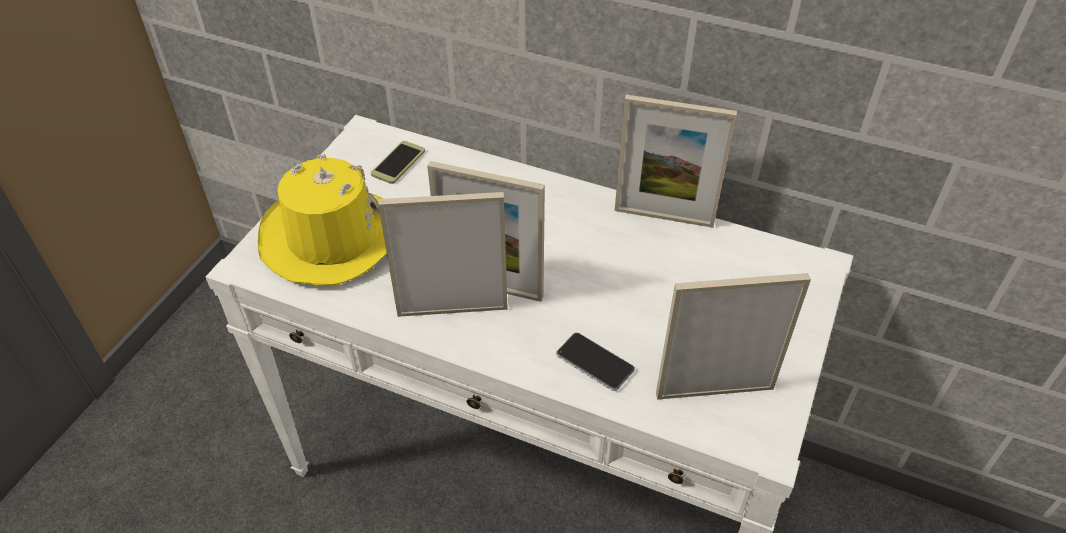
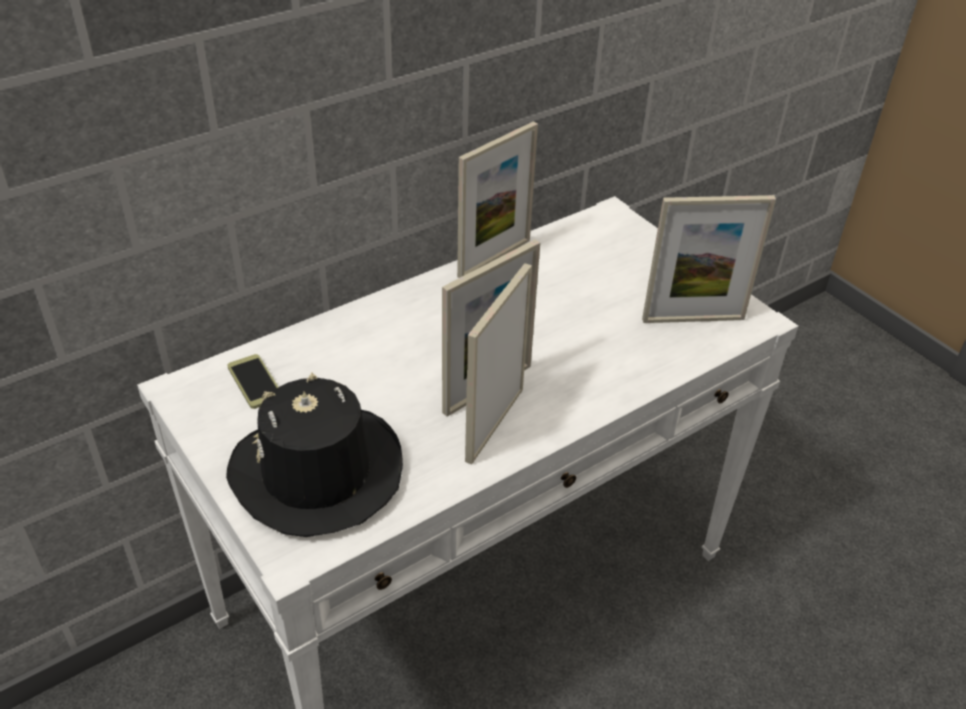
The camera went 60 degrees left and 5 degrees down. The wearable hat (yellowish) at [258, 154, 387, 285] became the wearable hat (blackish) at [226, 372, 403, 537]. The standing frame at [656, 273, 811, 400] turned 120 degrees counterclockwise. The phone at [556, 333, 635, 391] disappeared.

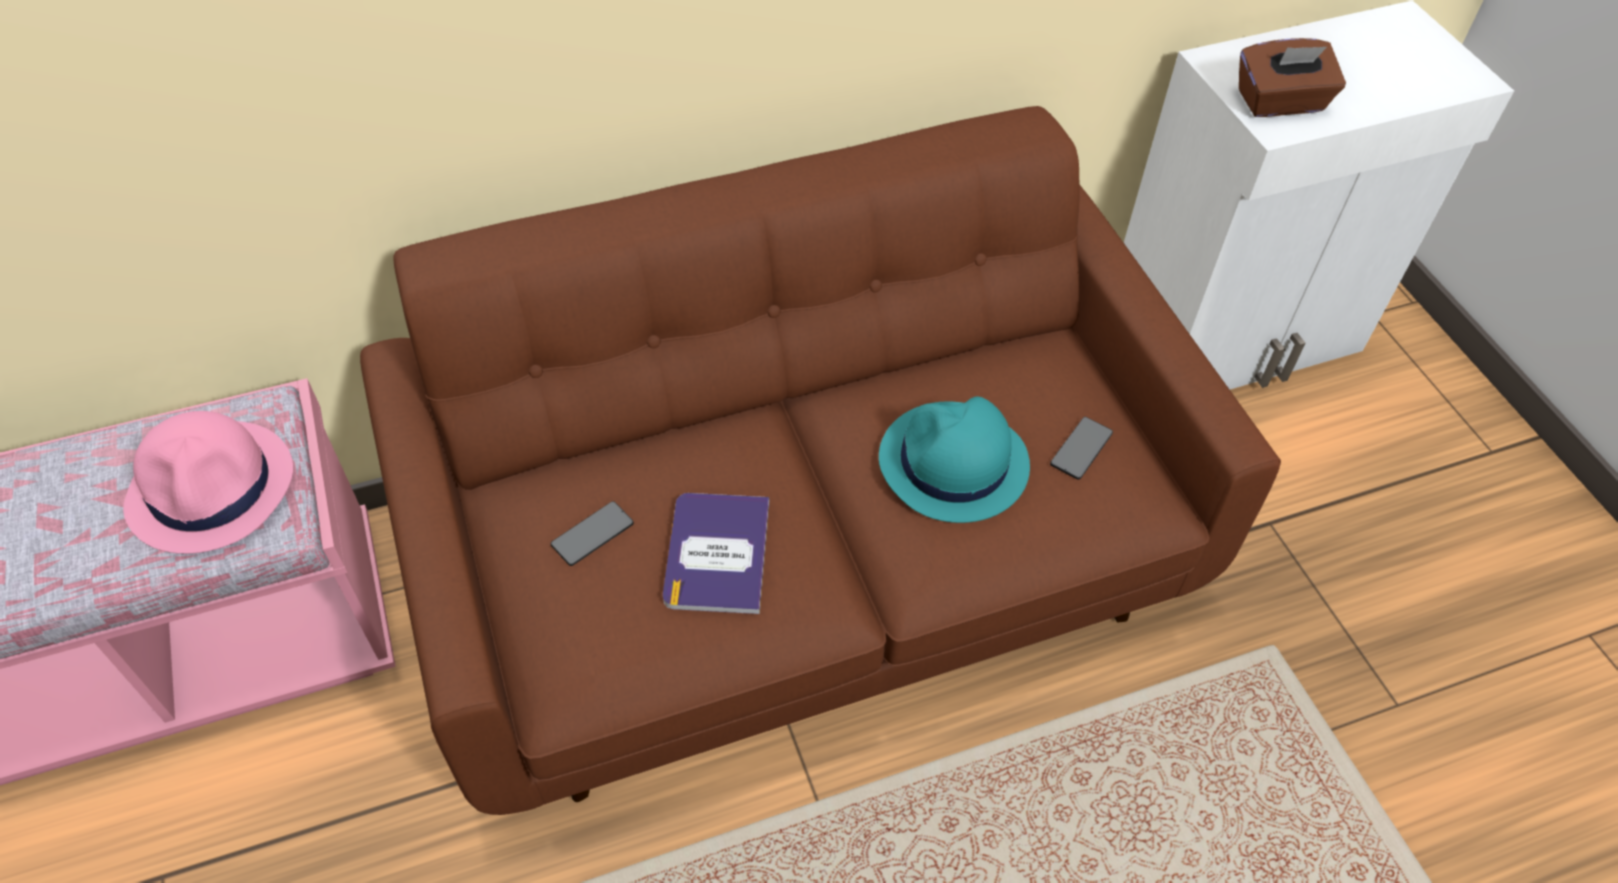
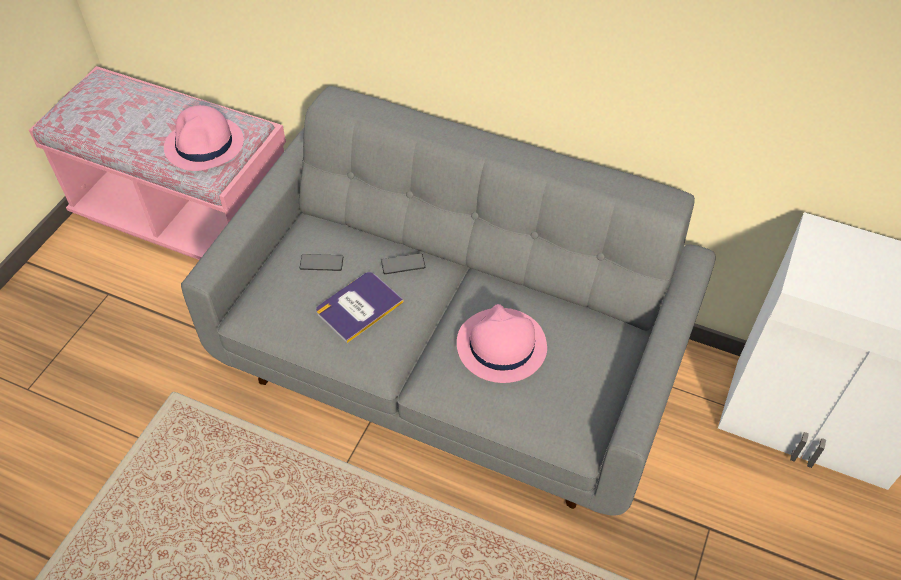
The camera went 45 degrees right and 0 degrees up. The couch (brown) at [360, 106, 1281, 815] became the couch (grey) at [181, 86, 716, 515]. The phone moved from [1050, 417, 1113, 480] to [381, 253, 425, 274]. The wearable hat (turquoise-coloured) at [879, 396, 1030, 523] became the wearable hat (pinkish) at [457, 304, 547, 383]. The box of tissues (brown) at [1239, 38, 1346, 117] disappeared.

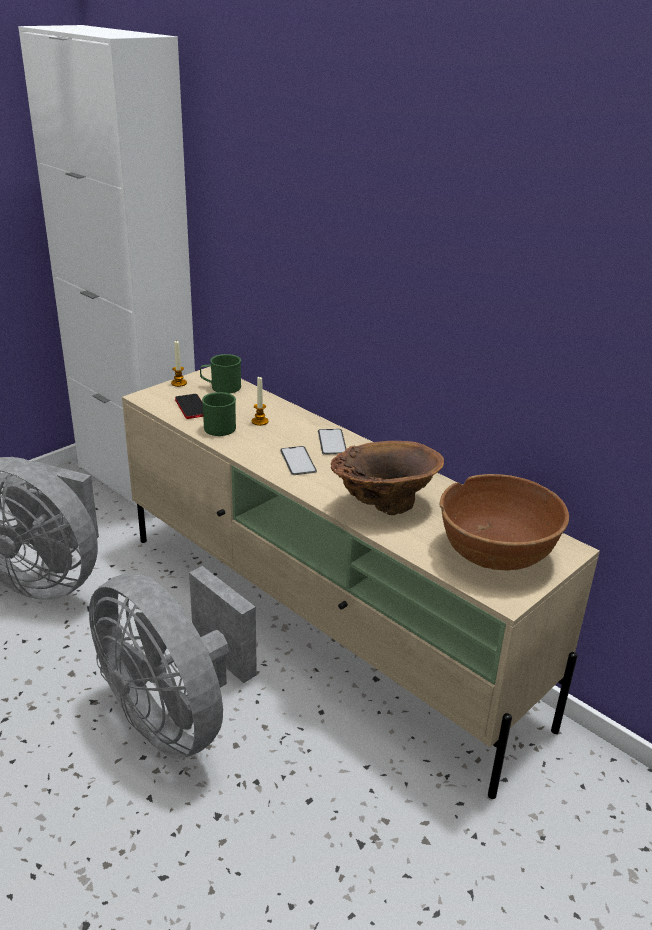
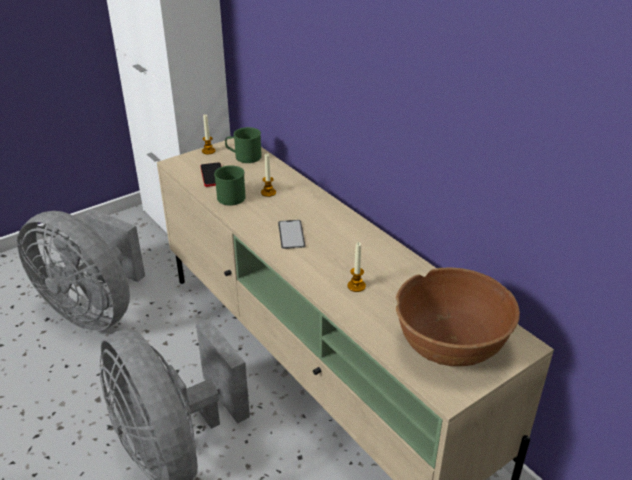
The camera went 10 degrees right and 5 degrees up. The vase (brown) at [331, 441, 444, 515] was replaced by the wax light at [347, 242, 366, 292]. The phone at [318, 429, 347, 455] disappeared.

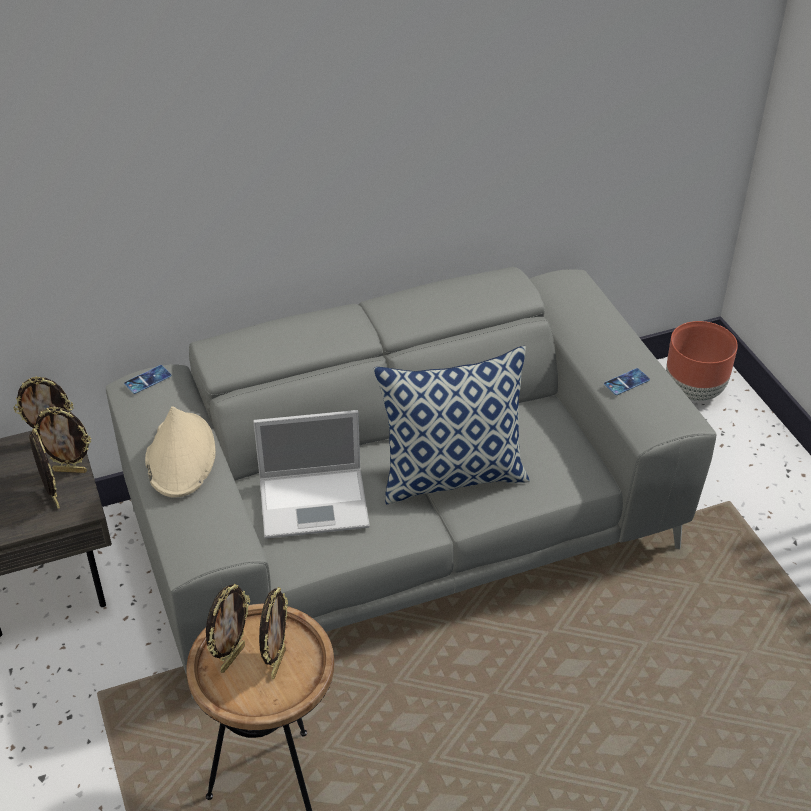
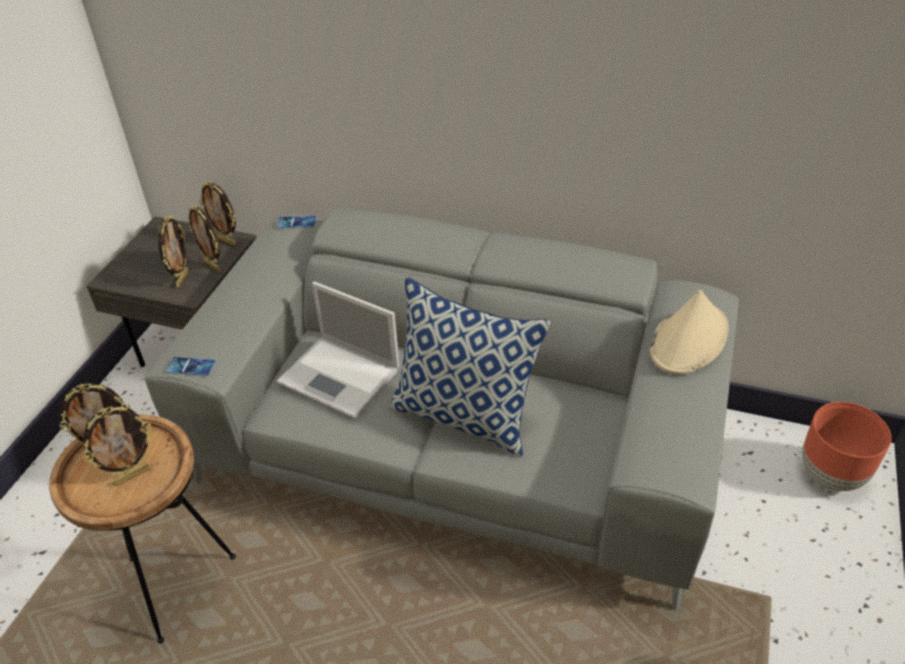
The camera went 40 degrees right and 0 degrees up. The phone moved from [604, 368, 650, 395] to [166, 357, 216, 376]. The wearable hat (sand-coloured) moved from [145, 406, 216, 498] to [650, 290, 729, 375].

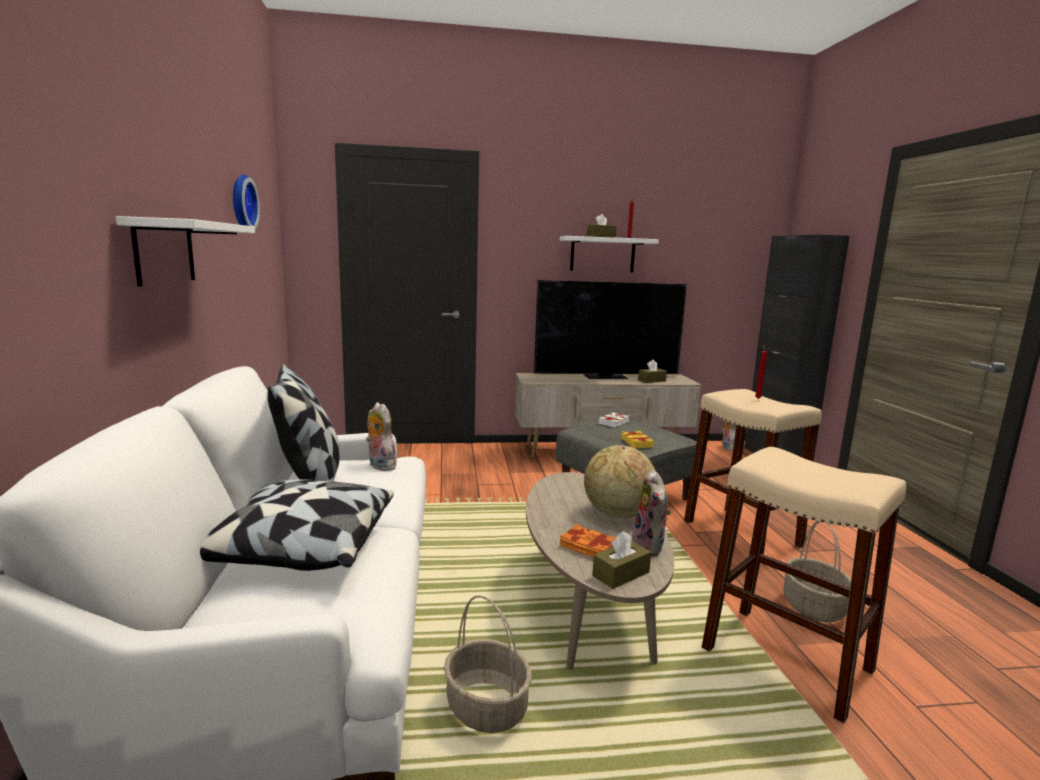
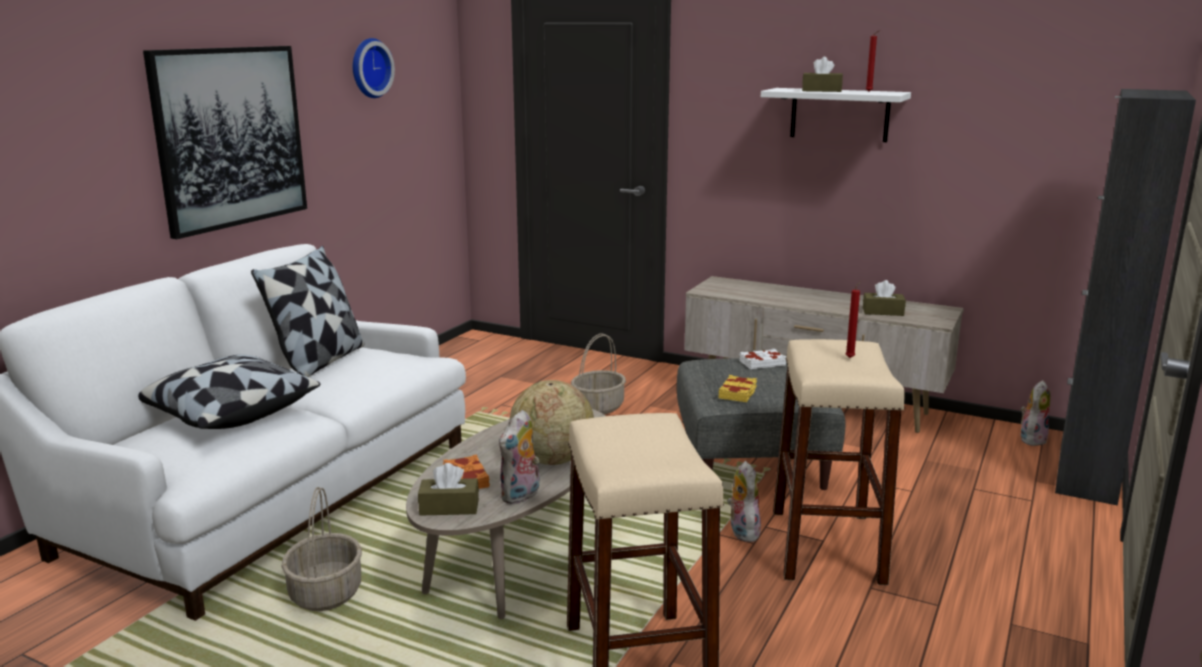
The camera went 35 degrees right and 5 degrees up. The bracket shelf (whitish) at [116, 216, 255, 286] was replaced by the wall picture at [143, 46, 307, 239]. The household basket moved from [783, 521, 851, 622] to [571, 334, 626, 414]. The cuddly toy moved from [366, 402, 397, 471] to [727, 461, 761, 542]. The television at [534, 280, 687, 379] disappeared.

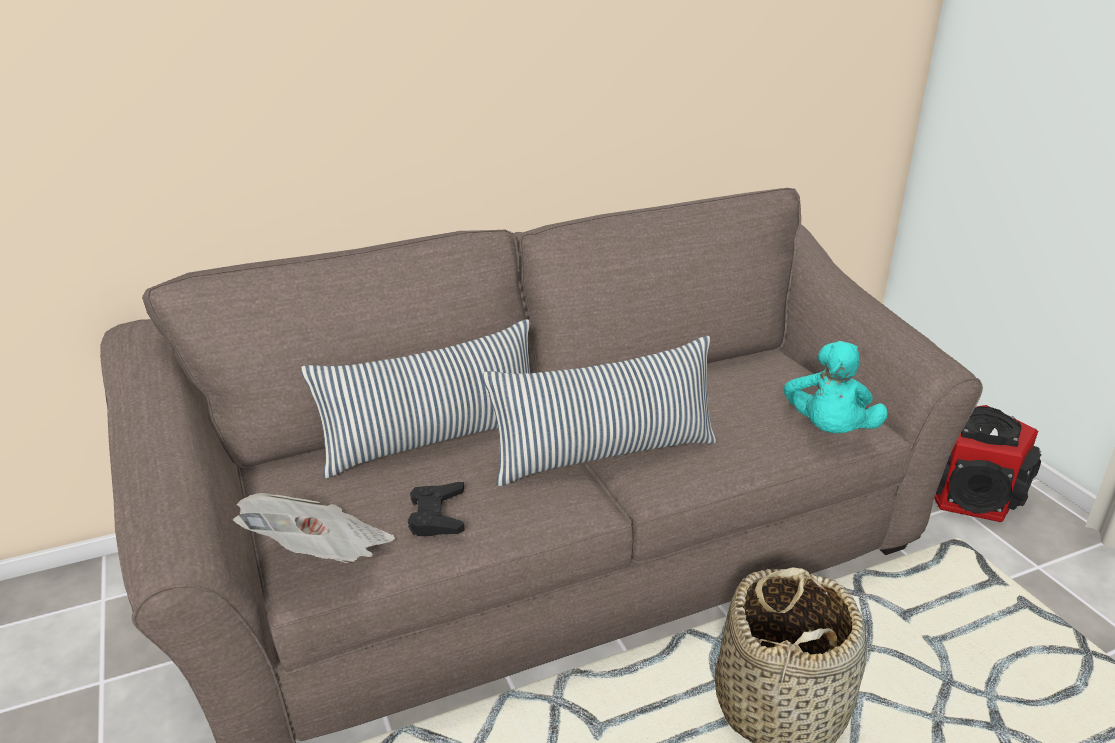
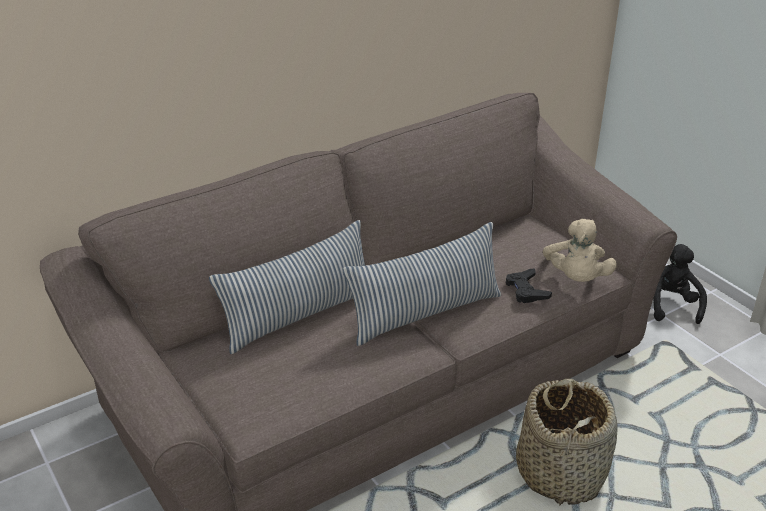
The camera went 10 degrees left and 5 degrees up. The joypad (blackish) moved from [408, 482, 465, 536] to [506, 268, 552, 303]. The cuddly toy (turquoise-coloured) at [784, 341, 888, 433] became the cuddly toy (sand-coloured) at [543, 219, 617, 282]. The audio speaker at [934, 405, 1042, 522] was replaced by the cuddly toy (blackish) at [653, 244, 707, 324]. The daily paper at [233, 493, 395, 563] disappeared.

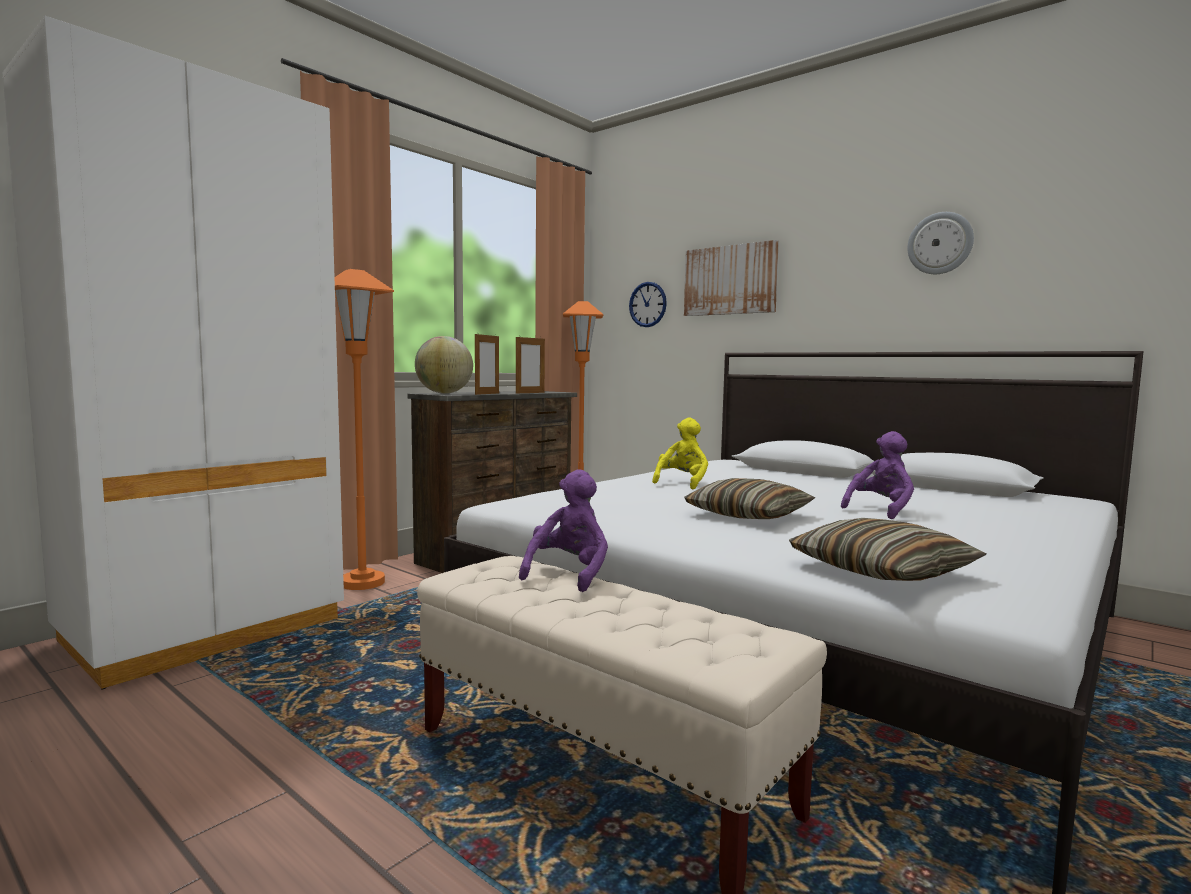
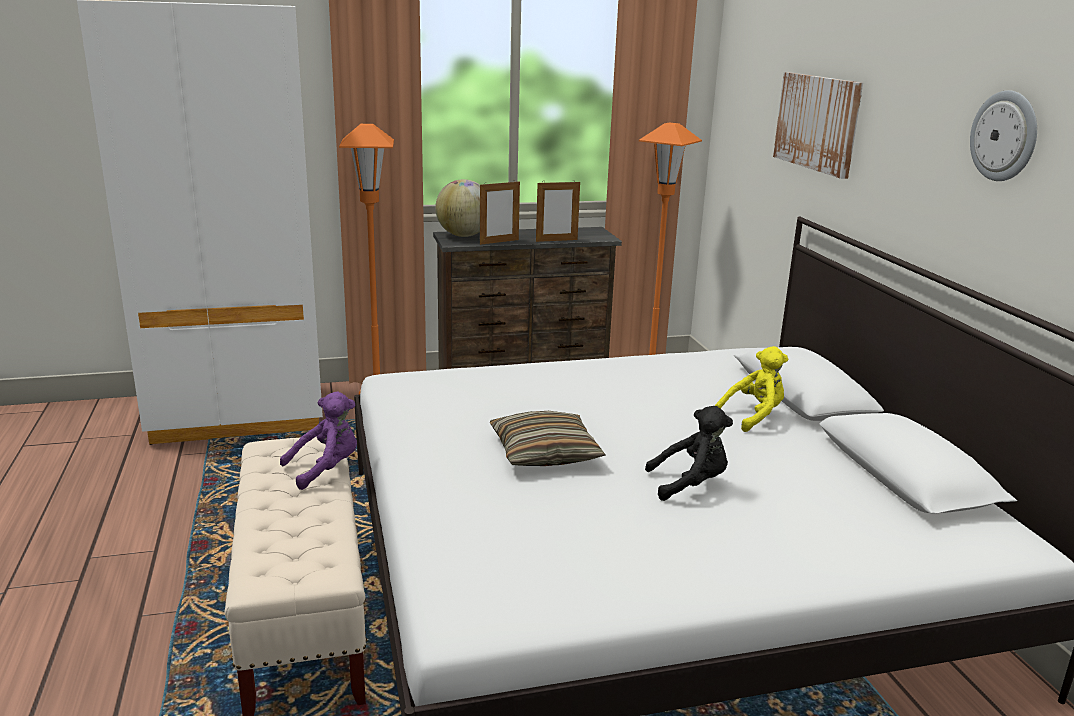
The camera went 35 degrees right and 15 degrees up. The cuddly toy (purple) at [841, 431, 914, 519] became the cuddly toy (blackish) at [645, 406, 733, 501]. The cuddly toy (yellowish) moved from [652, 418, 708, 489] to [715, 346, 788, 432]. The hanging clock at [629, 282, 667, 327] disappeared. The throw pillow at [789, 518, 986, 581] disappeared.

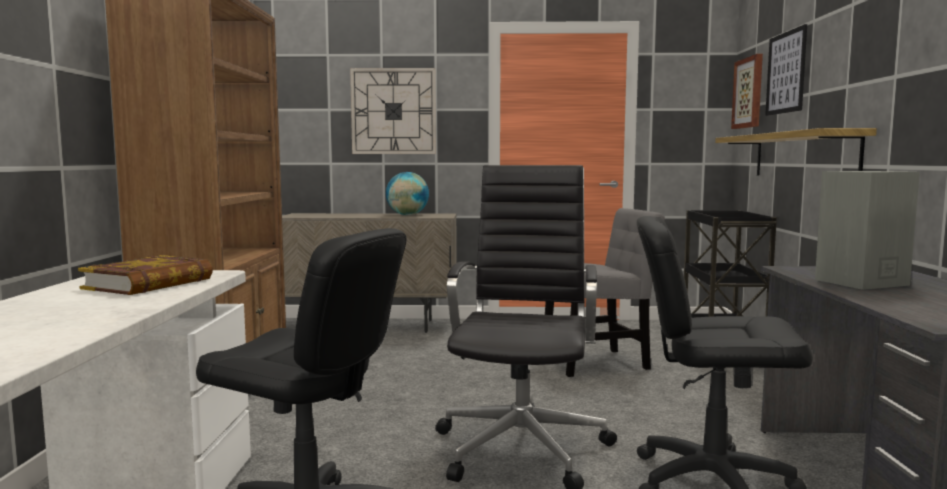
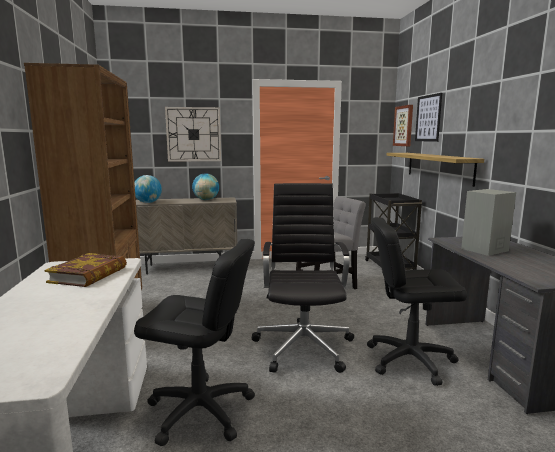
The camera went 10 degrees left and 5 degrees up. The globe at [134, 175, 162, 203] appeared.

